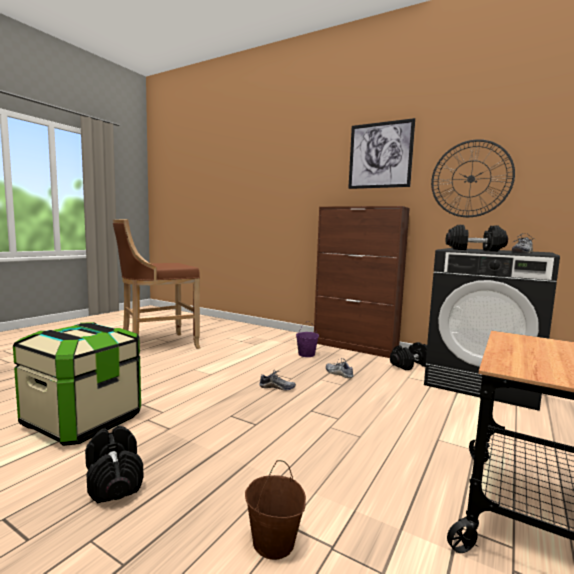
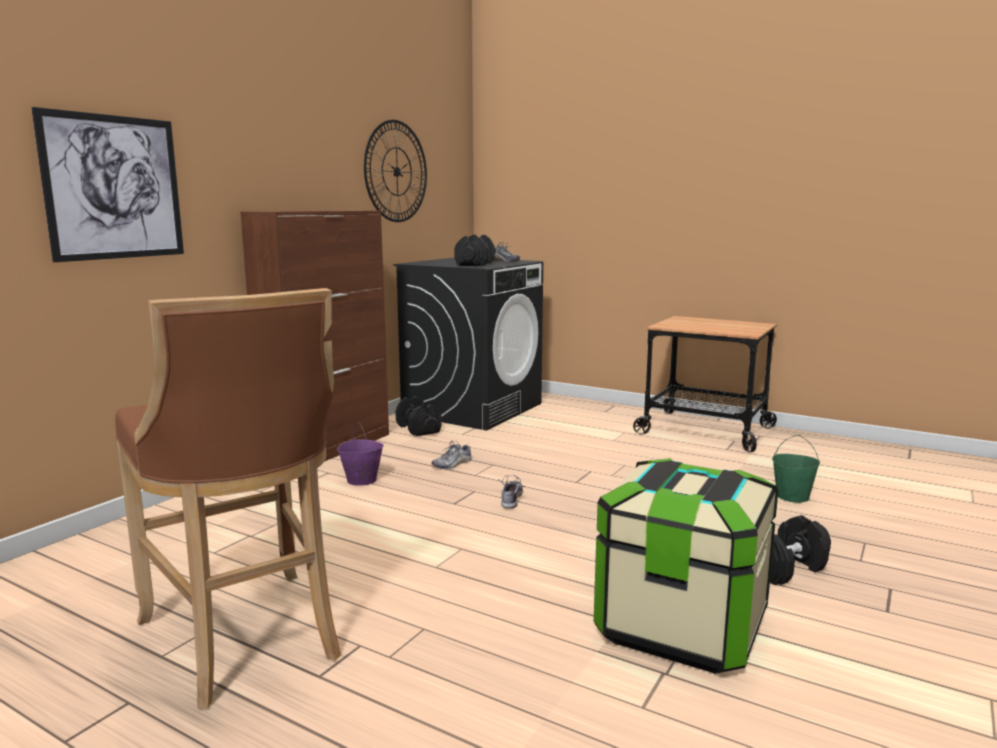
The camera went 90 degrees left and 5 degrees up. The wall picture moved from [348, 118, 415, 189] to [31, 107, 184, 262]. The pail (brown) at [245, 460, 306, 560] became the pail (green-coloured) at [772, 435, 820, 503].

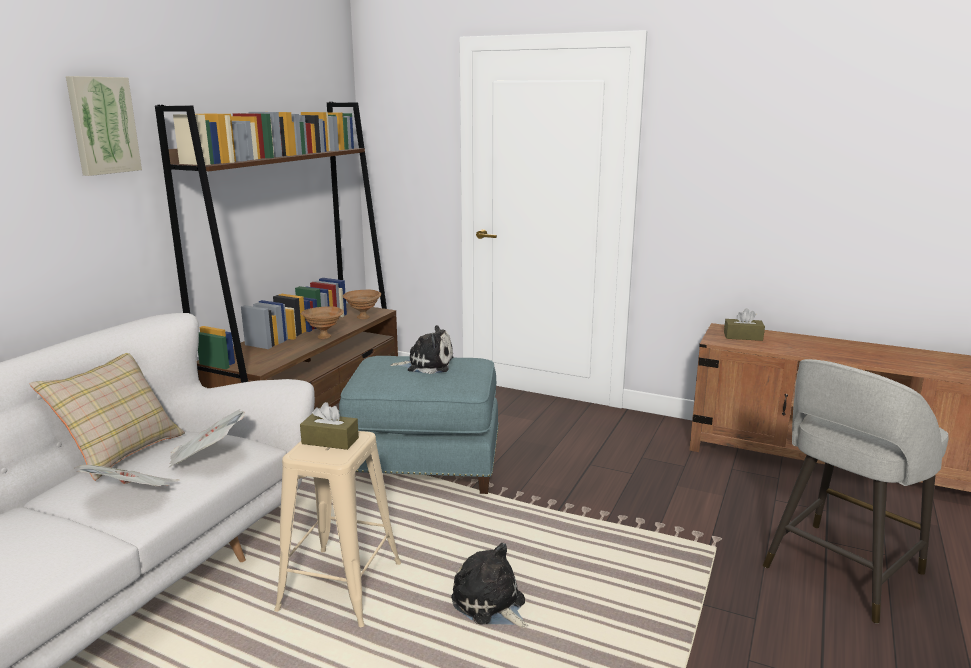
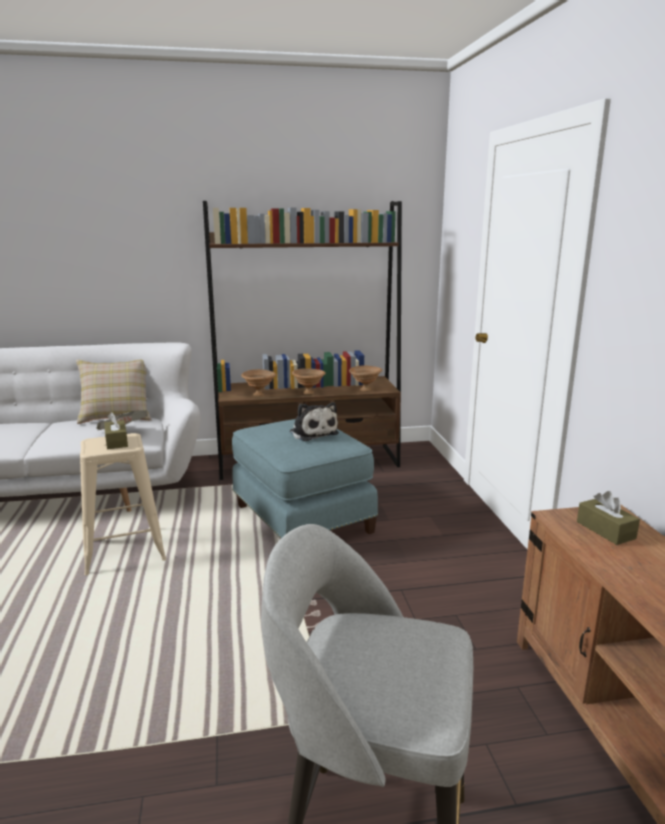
The camera went 55 degrees right and 0 degrees up. The serving bowl (brown) at [241, 369, 276, 396] appeared. The wall picture at [66, 76, 142, 176] disappeared. The daily paper at [75, 465, 179, 487] disappeared. The cuddly toy at [451, 543, 529, 628] disappeared.

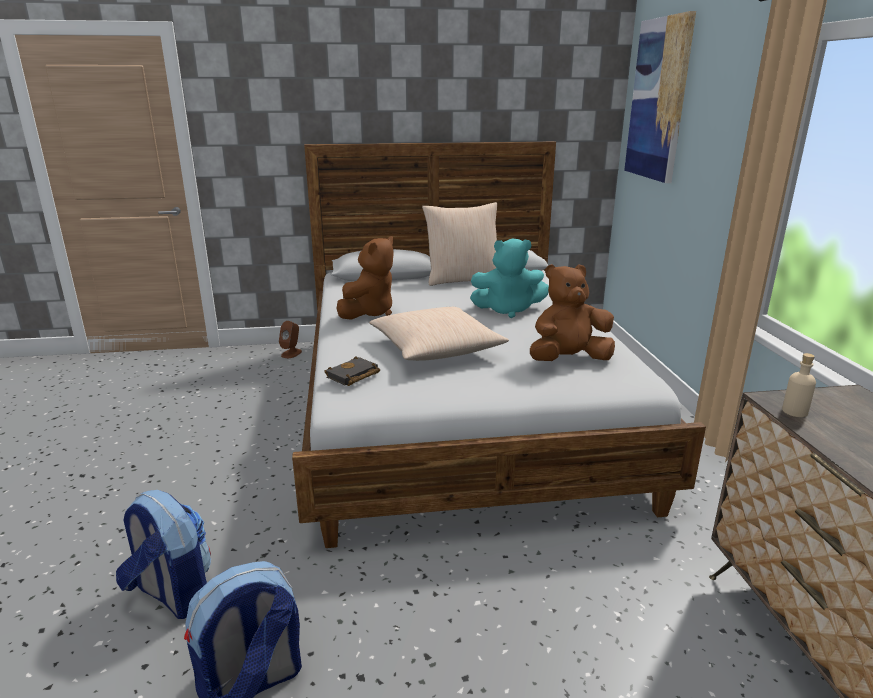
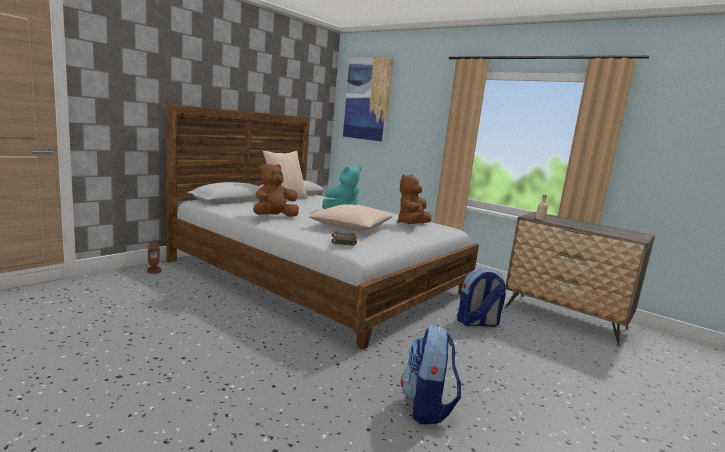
The camera went 45 degrees left and 10 degrees down. The cuddly toy (brown) at [336, 236, 394, 320] turned 120 degrees counterclockwise. The backpack moved from [116, 490, 211, 619] to [457, 268, 506, 327].

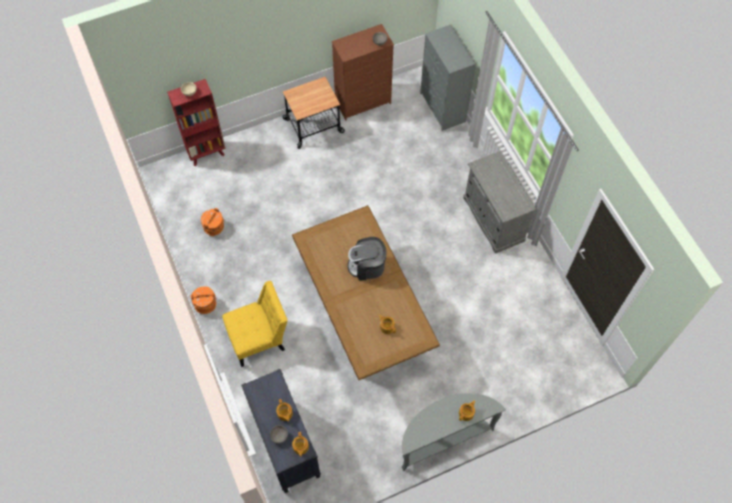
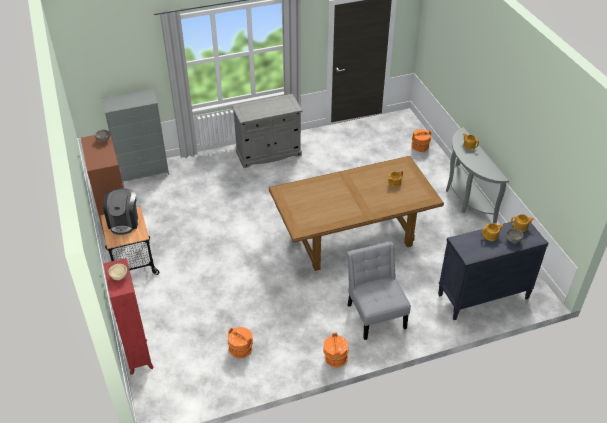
The camera went 85 degrees left and 20 degrees down. The coffee maker moved from [348, 237, 386, 281] to [103, 188, 138, 235]. The plain chair (yellowish) at [222, 281, 288, 367] became the plain chair (grey) at [347, 241, 411, 340]. The pail (orange) at [411, 129, 431, 152] appeared.

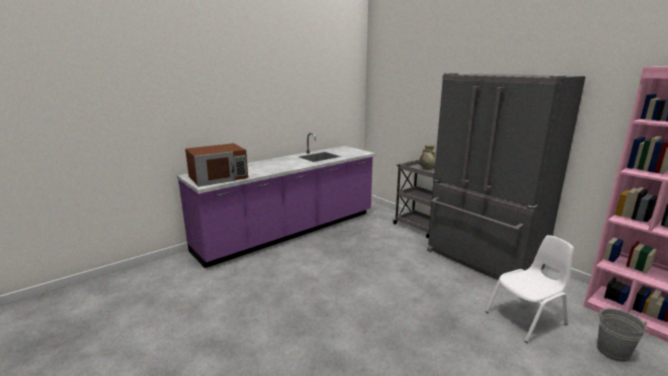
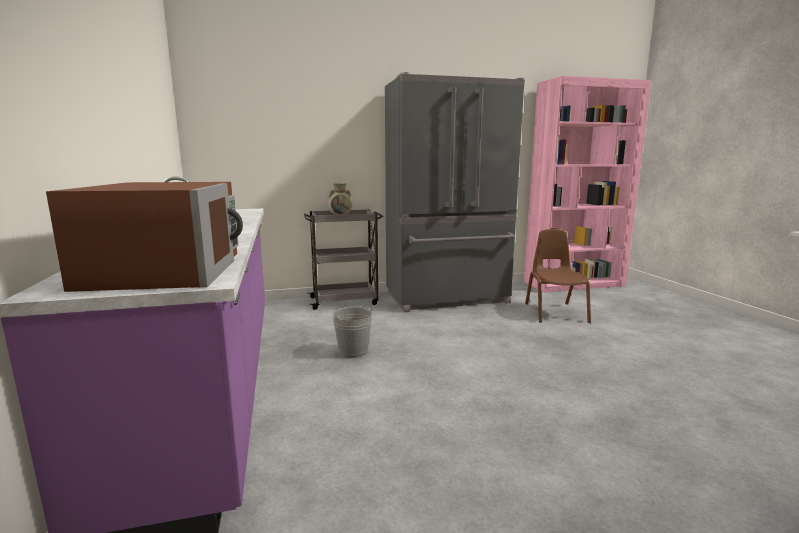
The camera went 65 degrees left and 5 degrees down. The pail (grey) moved from [597, 308, 648, 362] to [332, 306, 372, 358]. The plain chair (whitish) at [485, 235, 574, 343] became the plain chair (brown) at [525, 229, 591, 323].

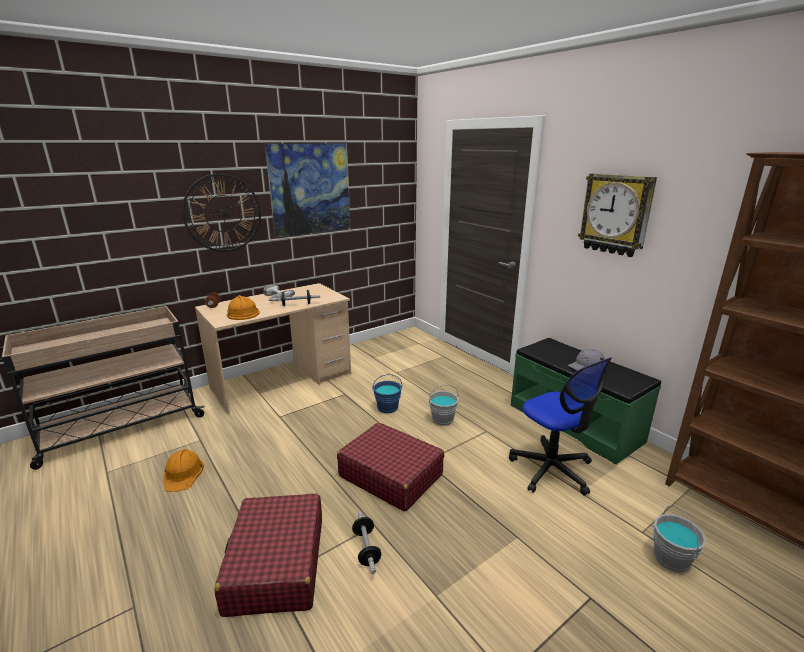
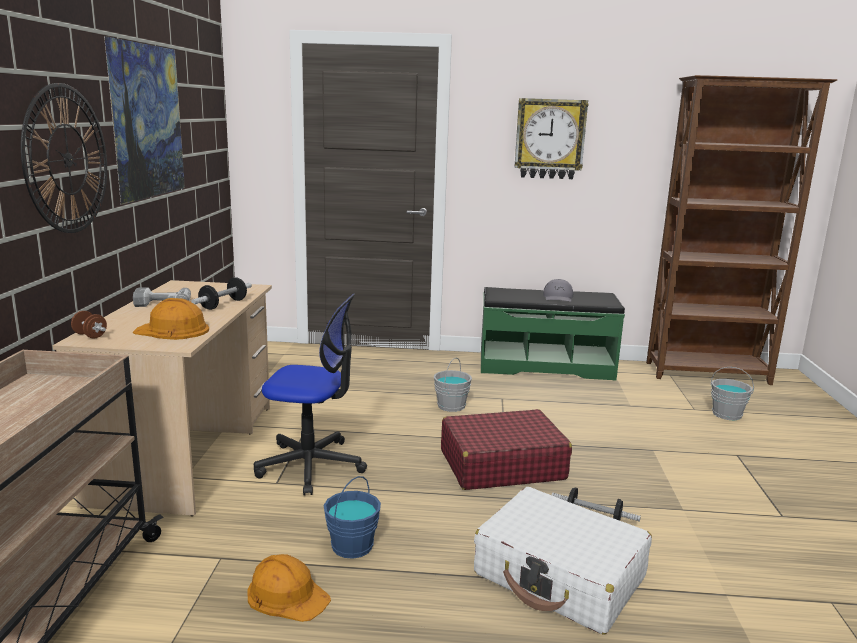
The camera went 50 degrees left and 5 degrees down. The desk chair moved from [509, 357, 612, 496] to [254, 294, 367, 495]. The pail (blue-coloured) moved from [373, 374, 402, 414] to [324, 476, 381, 559]. The suitcase (red-coloured) at [215, 494, 322, 617] became the suitcase (whitish) at [474, 487, 652, 634].

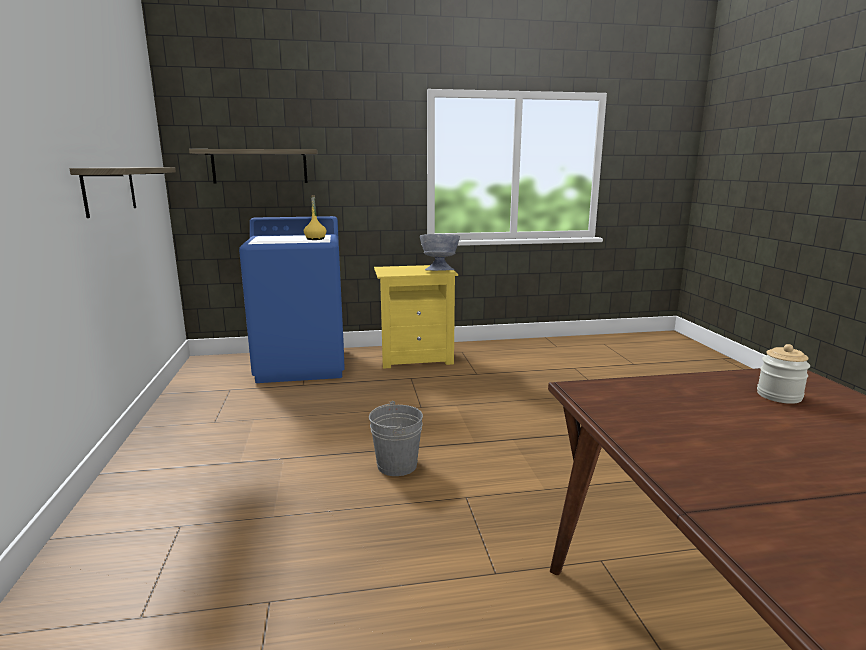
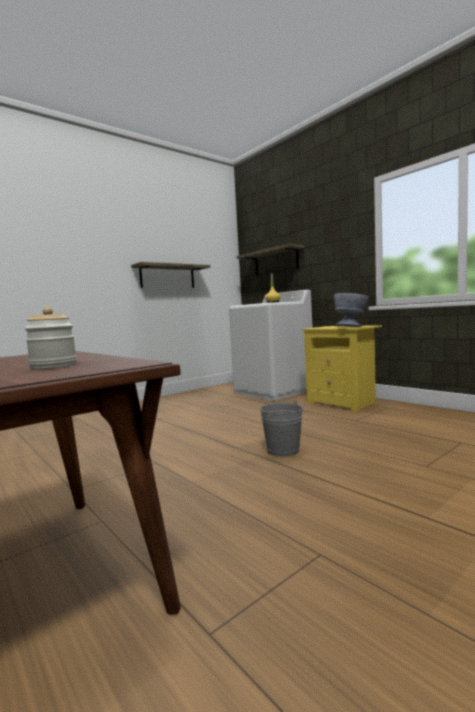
The camera went 60 degrees right and 10 degrees down. The washing machine (blue-coloured) at [239, 216, 345, 383] became the washing machine (whitish) at [229, 290, 313, 401]. The pail (grey) moved from [369, 401, 423, 476] to [260, 401, 303, 457].

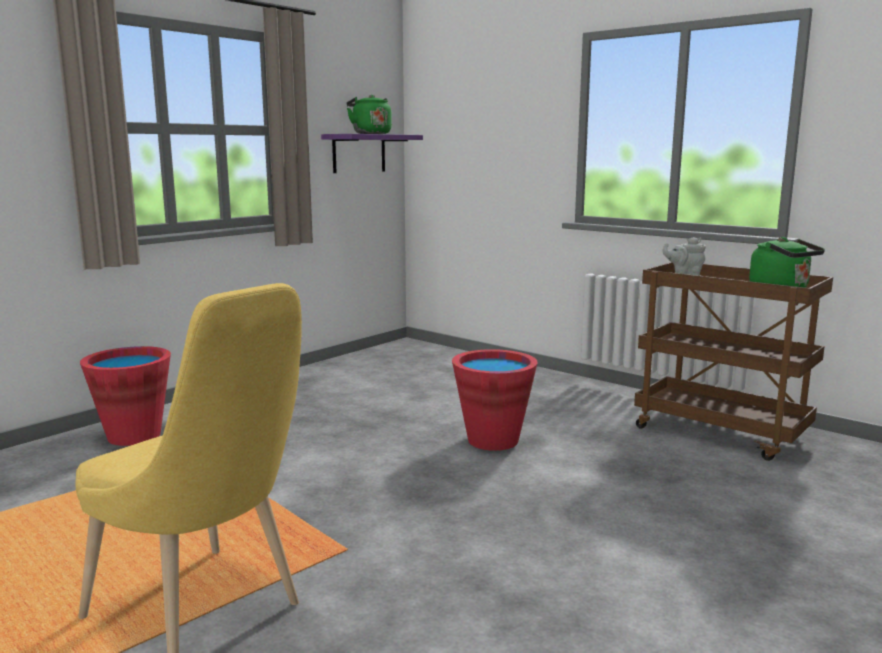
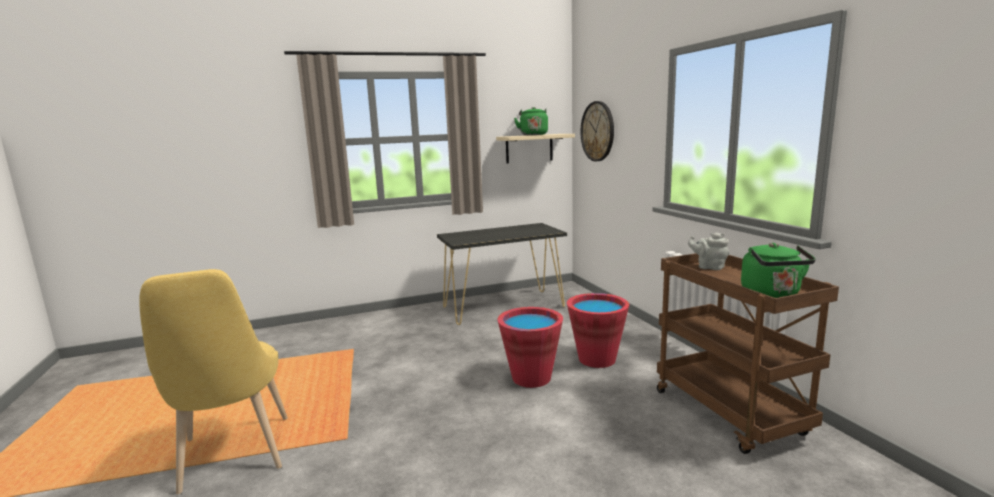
The camera went 30 degrees right and 0 degrees up. The narrow table (blackish) at [437, 223, 567, 325] appeared. The bracket shelf (purple) at [321, 134, 423, 173] became the bracket shelf (sand-coloured) at [496, 134, 575, 163]. The pail (red-coloured) moved from [80, 346, 171, 446] to [567, 293, 629, 368]. The hanging clock at [580, 101, 614, 161] appeared.

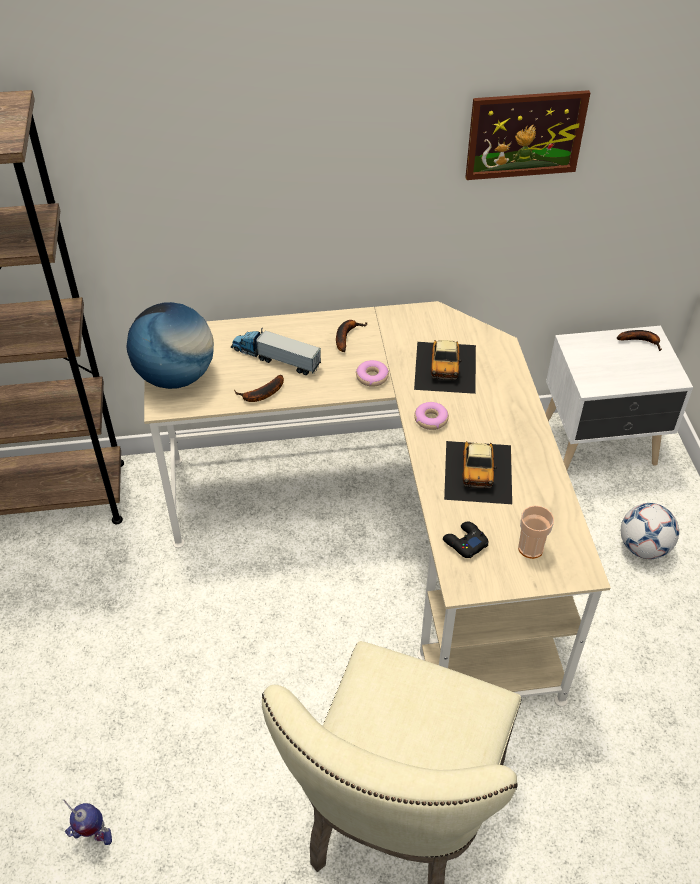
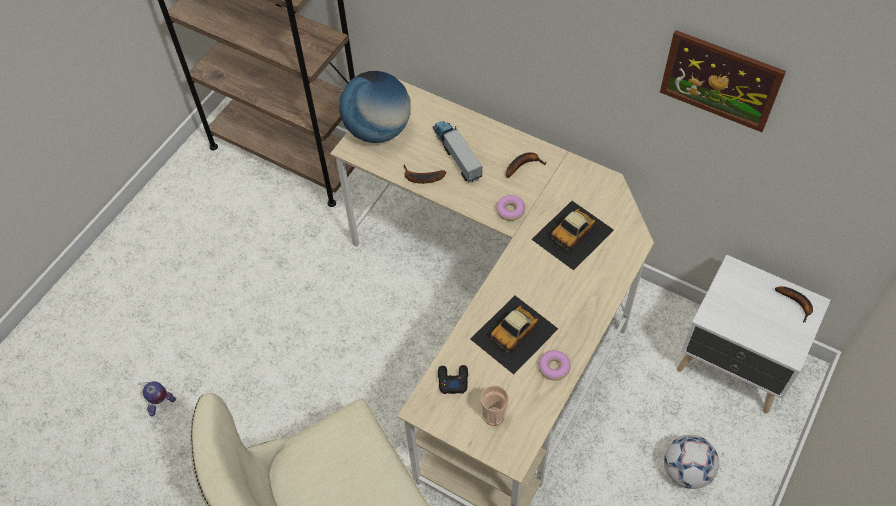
The camera went 40 degrees right and 10 degrees up. The robot figure at [63, 800, 112, 845] turned 90 degrees counterclockwise. The ring doughnut moved from [414, 402, 449, 430] to [538, 350, 571, 380].

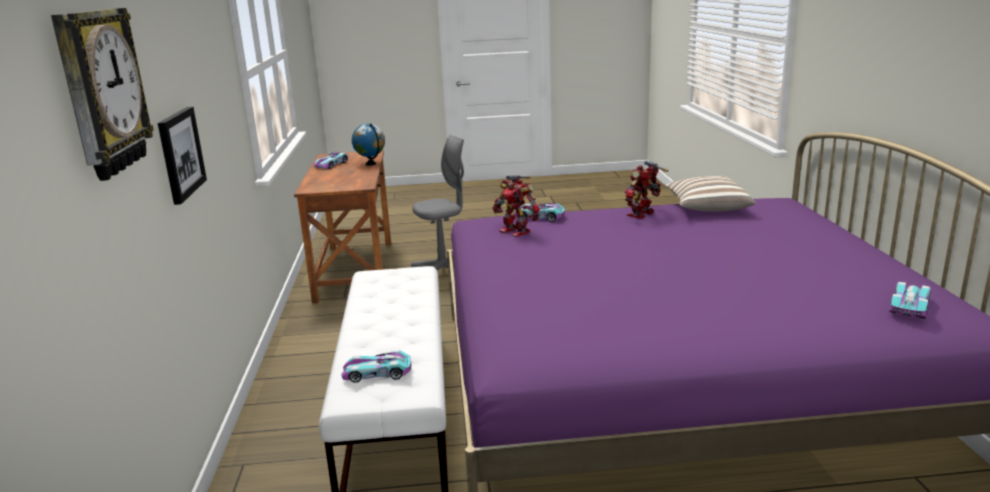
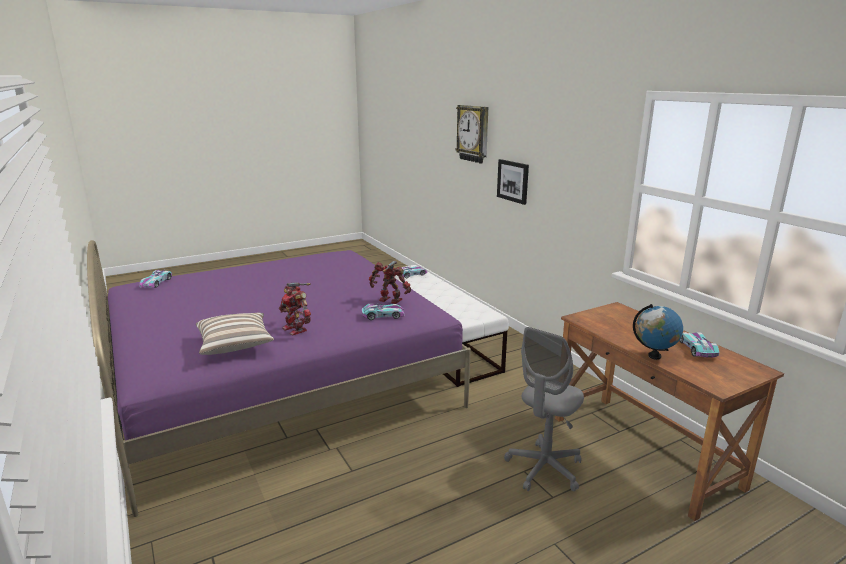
The camera went 155 degrees right and 0 degrees up. The robot figure at [624, 160, 668, 219] turned 120 degrees clockwise.

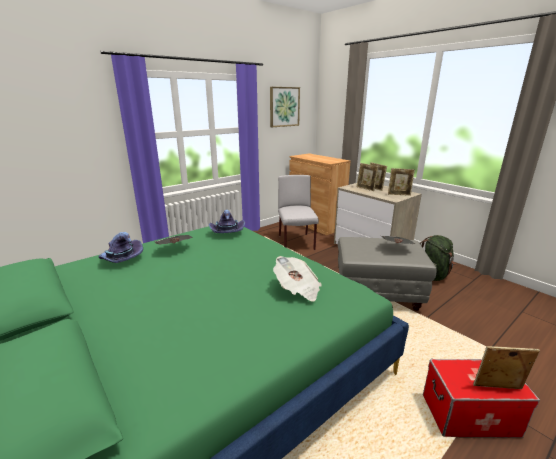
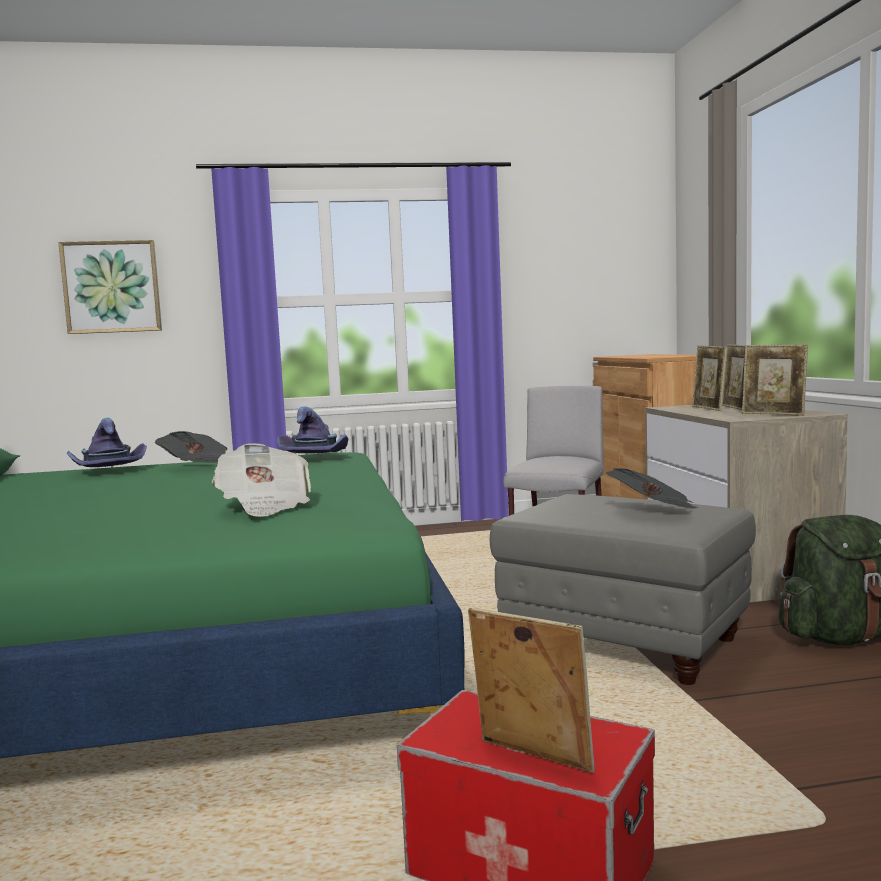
The camera went 30 degrees right and 15 degrees down. The wall picture moved from [270, 87, 300, 127] to [58, 240, 162, 334].

